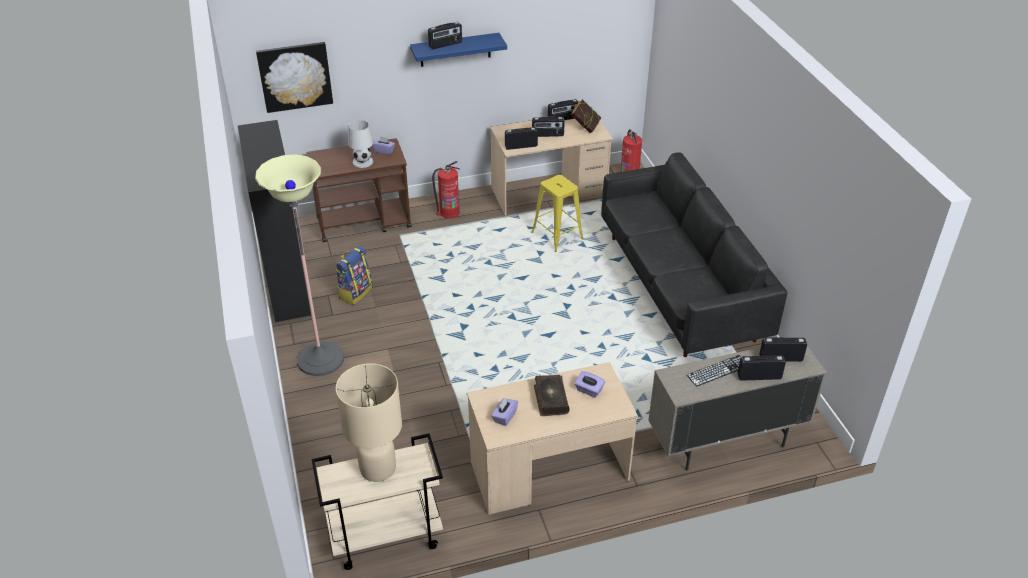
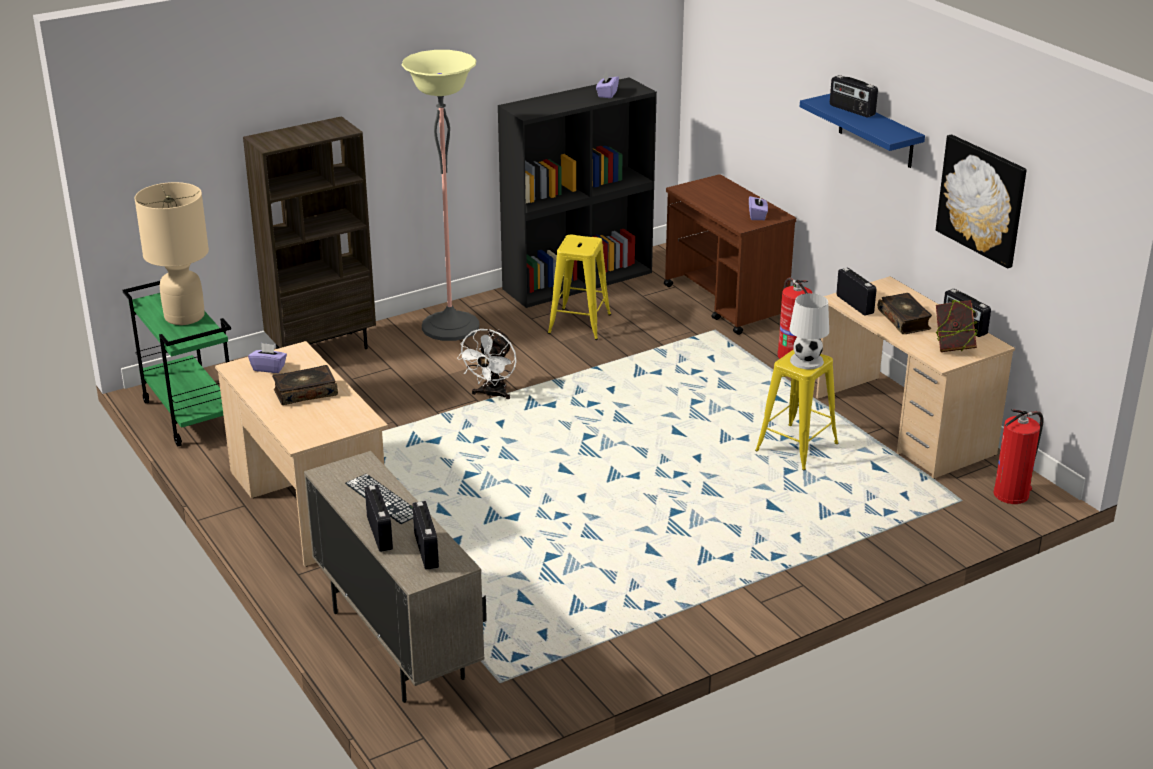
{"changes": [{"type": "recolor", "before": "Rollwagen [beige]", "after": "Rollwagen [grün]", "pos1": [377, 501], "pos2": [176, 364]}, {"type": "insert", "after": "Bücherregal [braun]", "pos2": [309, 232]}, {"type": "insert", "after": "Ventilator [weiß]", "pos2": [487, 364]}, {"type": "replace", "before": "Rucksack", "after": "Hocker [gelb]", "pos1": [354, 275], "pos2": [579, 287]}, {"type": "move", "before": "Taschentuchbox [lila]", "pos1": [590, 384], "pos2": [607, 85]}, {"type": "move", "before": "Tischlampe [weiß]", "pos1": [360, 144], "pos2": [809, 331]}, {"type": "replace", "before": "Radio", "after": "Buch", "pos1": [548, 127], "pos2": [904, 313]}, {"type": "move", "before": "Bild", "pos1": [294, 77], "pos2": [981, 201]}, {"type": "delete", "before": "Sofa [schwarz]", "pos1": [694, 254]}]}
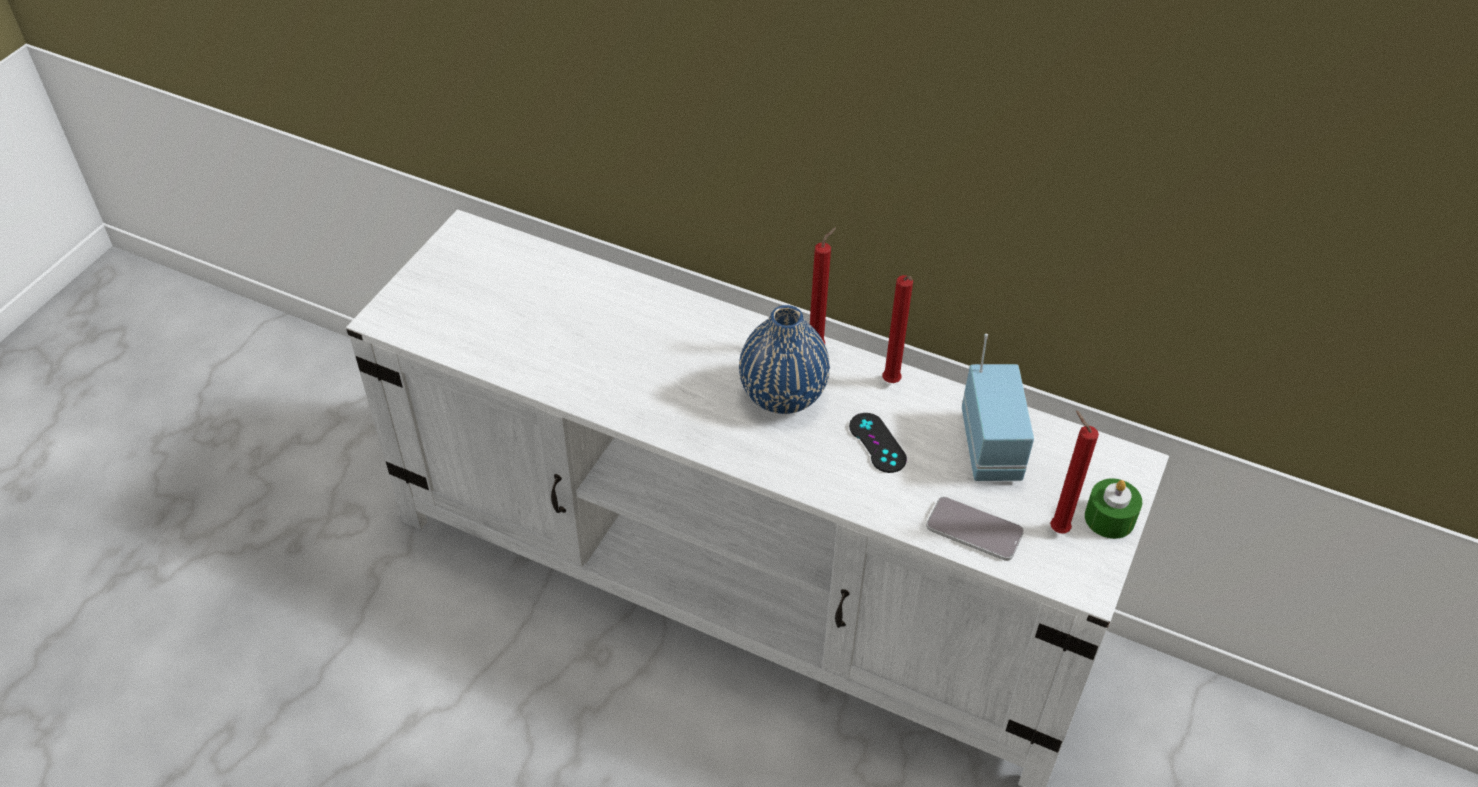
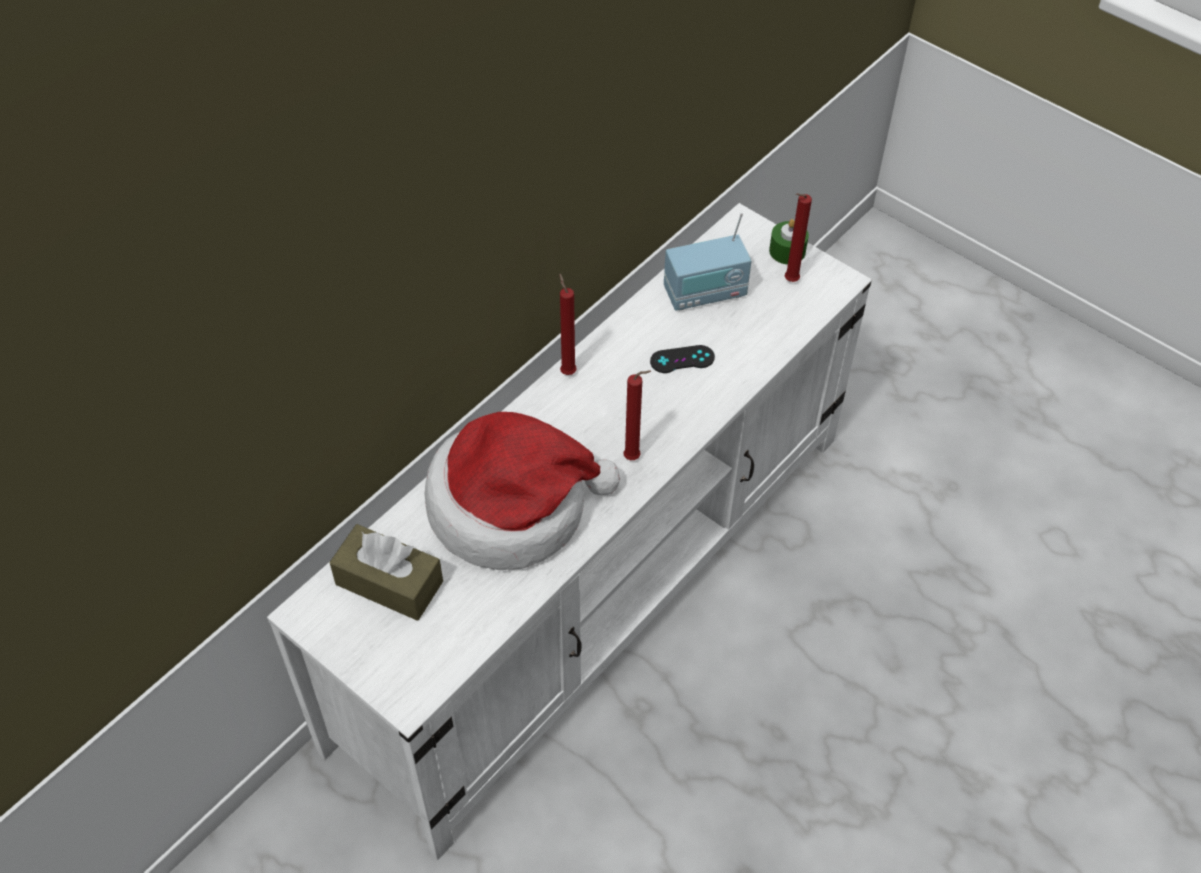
{"changes": [{"type": "insert", "after": "Taschentuchbox [braun]", "pos2": [386, 572]}, {"type": "insert", "after": "Hut", "pos2": [522, 491]}, {"type": "move", "before": "Kerze [rot]", "pos1": [897, 329], "pos2": [637, 415]}, {"type": "rotate", "before": "Radio", "pos1": [998, 407], "pos2": [707, 262], "turn": 150}, {"type": "delete", "before": "Vase [blau]", "pos1": [784, 359]}, {"type": "delete", "before": "Handy", "pos1": [975, 528]}]}
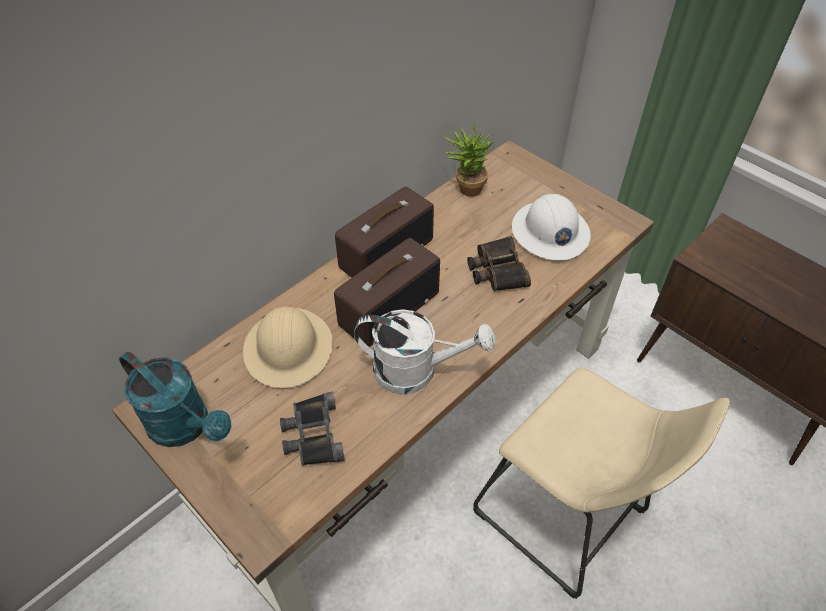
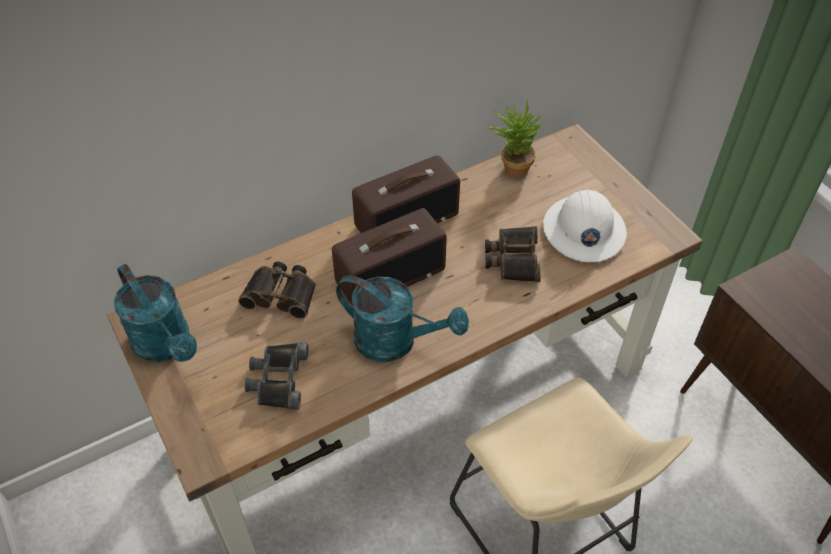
{"changes": [{"type": "replace", "before": "Schutzhelm [beige]", "after": "Fernglas", "pos1": [288, 347], "pos2": [277, 290]}, {"type": "recolor", "before": "Gießkanne [weiß]", "after": "Gießkanne [türkis]", "pos1": [424, 352], "pos2": [402, 318]}]}
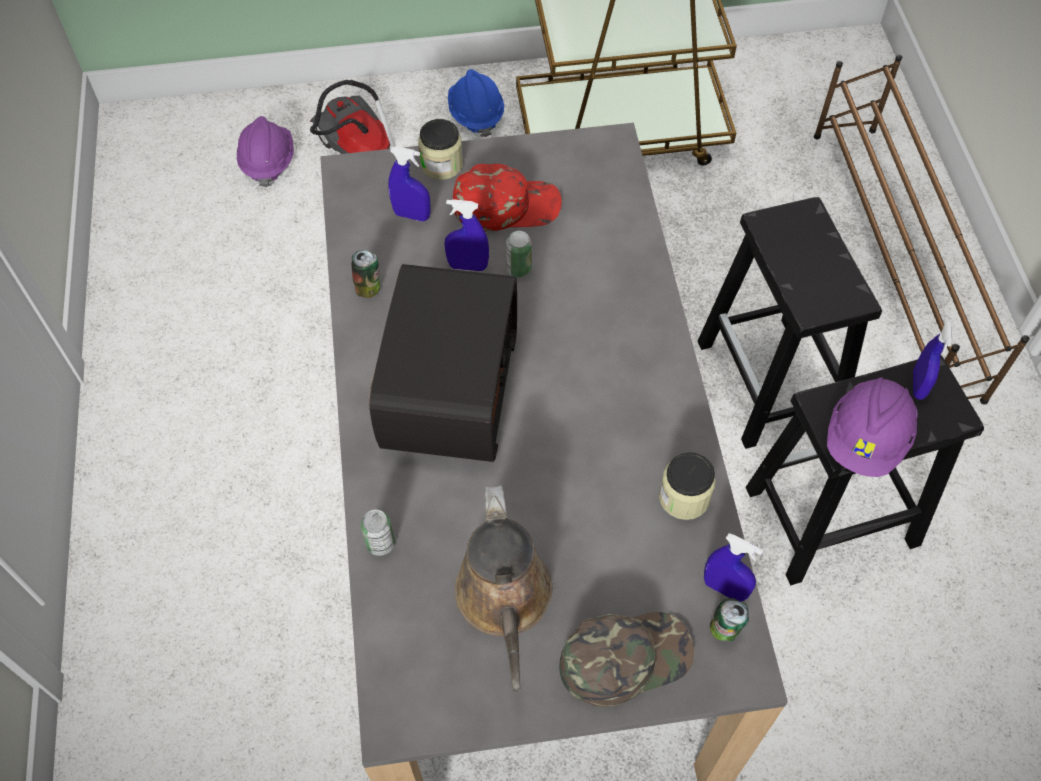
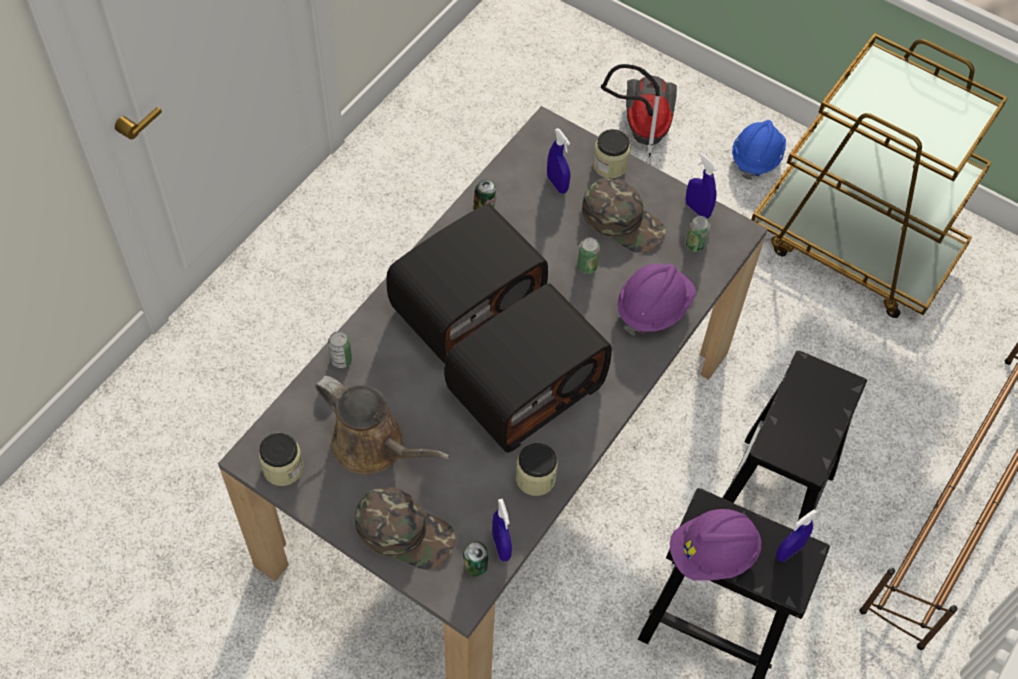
{"changes": [{"type": "insert", "after": "Vorratsglas", "pos2": [281, 459]}, {"type": "rotate", "before": "Gießkanne [braun]", "pos1": [503, 588], "pos2": [382, 425], "turn": -90}, {"type": "insert", "after": "Radio", "pos2": [528, 368]}, {"type": "recolor", "before": "Kappe [rot]", "after": "Kappe [grün]", "pos1": [507, 197], "pos2": [624, 215]}, {"type": "move", "before": "Schutzhelm [lila]", "pos1": [265, 151], "pos2": [656, 300]}, {"type": "move", "before": "Sprühflasche [blau]", "pos1": [466, 235], "pos2": [702, 185]}, {"type": "insert", "after": "Dose", "pos2": [698, 234]}]}
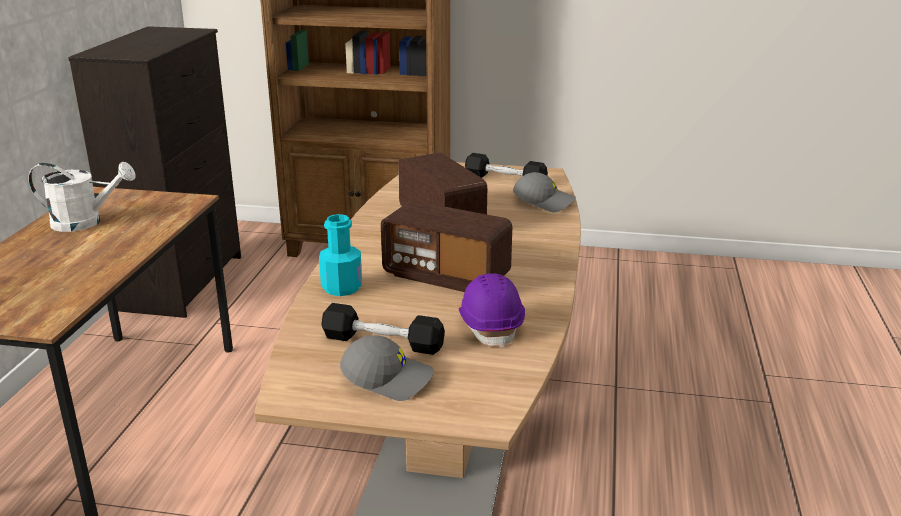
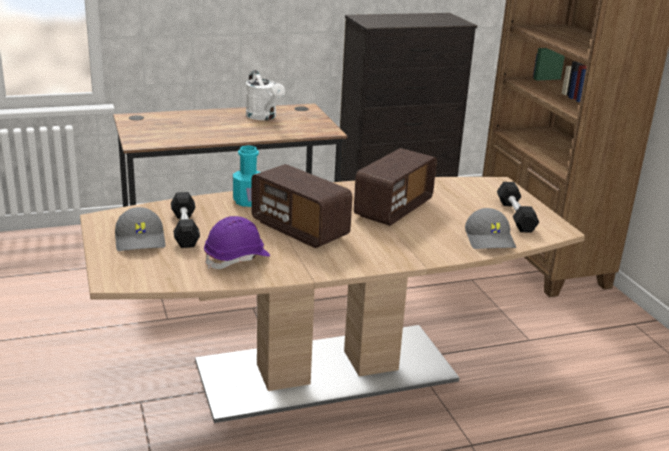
{"changes": [{"type": "rotate", "before": "Radio", "pos1": [446, 246], "pos2": [302, 206], "turn": -45}]}
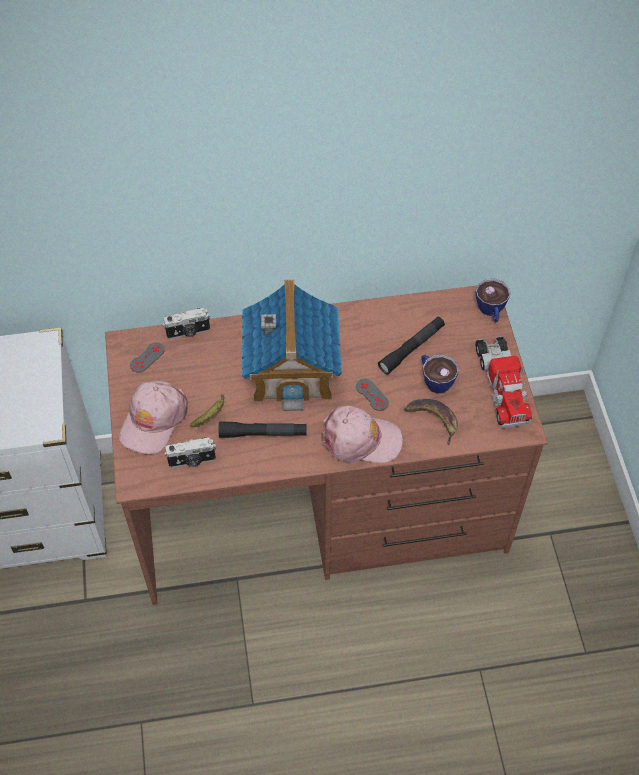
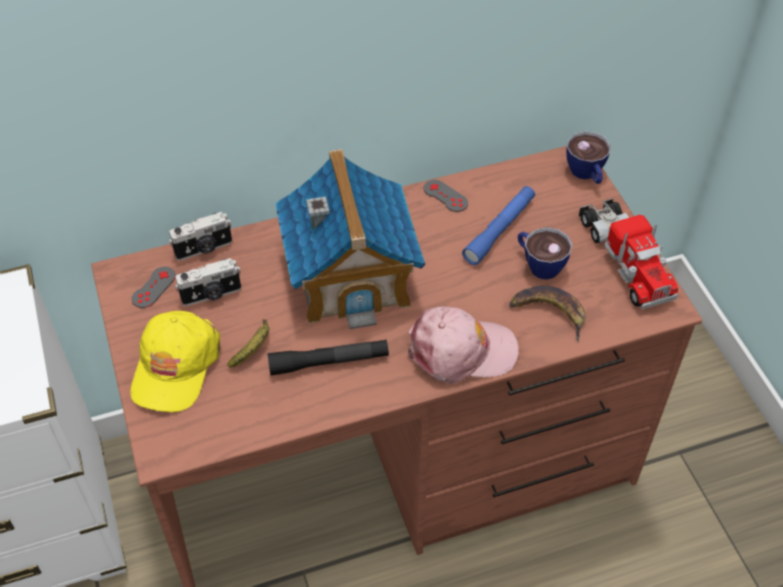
{"changes": [{"type": "recolor", "before": "Kappe [rosa]", "after": "Kappe [gelb]", "pos1": [153, 417], "pos2": [176, 361]}, {"type": "move", "before": "Kamera", "pos1": [190, 452], "pos2": [208, 282]}, {"type": "move", "before": "Gamepad [grau]", "pos1": [372, 395], "pos2": [446, 196]}, {"type": "recolor", "before": "Taschenlampe [schwarz]", "after": "Taschenlampe [blau]", "pos1": [411, 345], "pos2": [498, 225]}]}
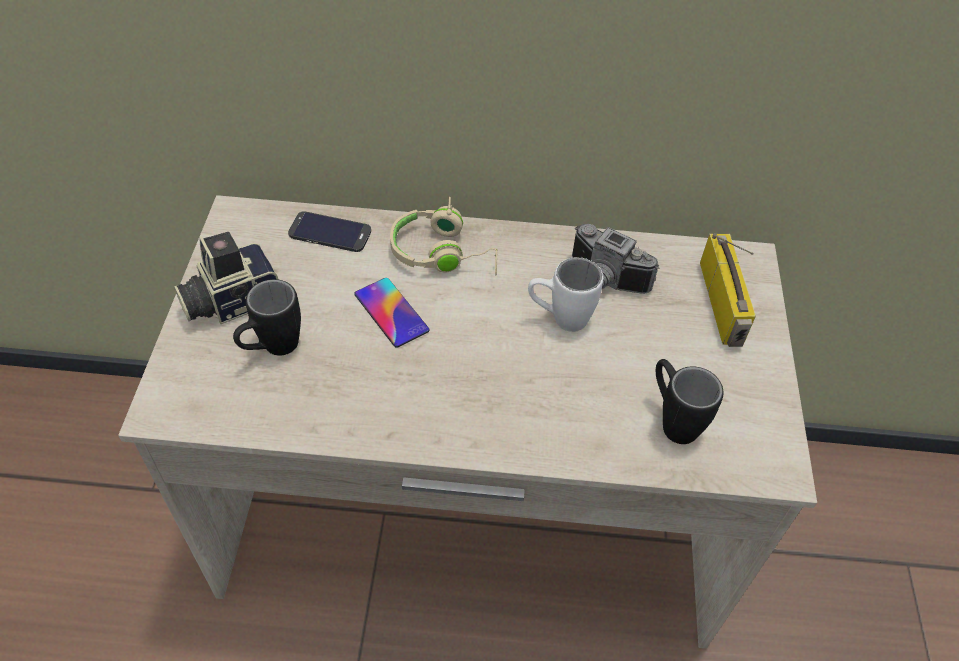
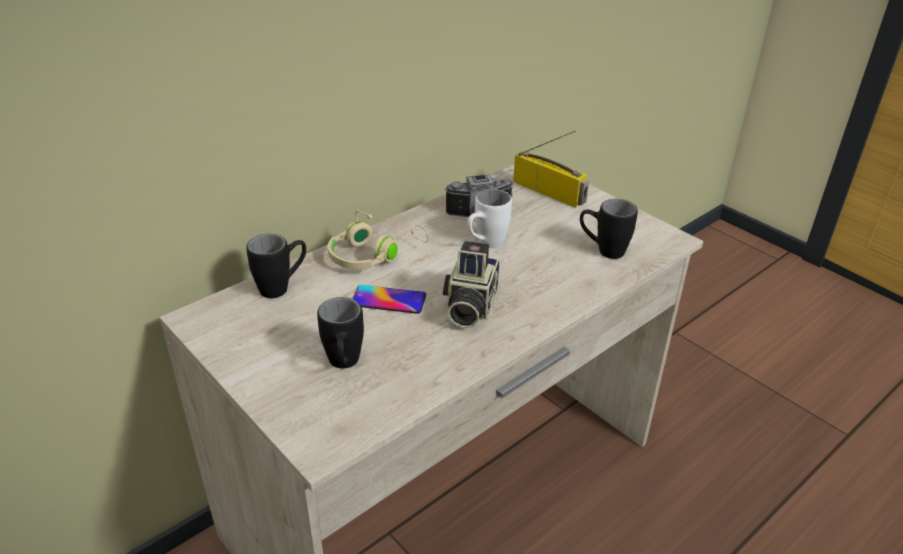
{"changes": [{"type": "replace", "before": "Handy", "after": "Henkelbecher [schwarz]", "pos1": [330, 231], "pos2": [276, 266]}, {"type": "move", "before": "Kamera", "pos1": [226, 278], "pos2": [471, 284]}]}
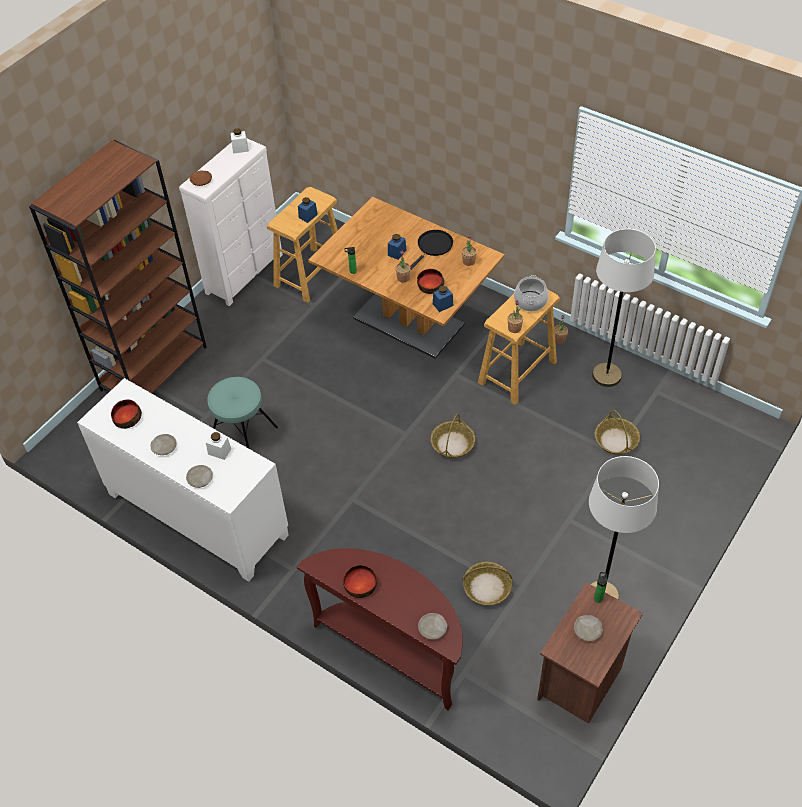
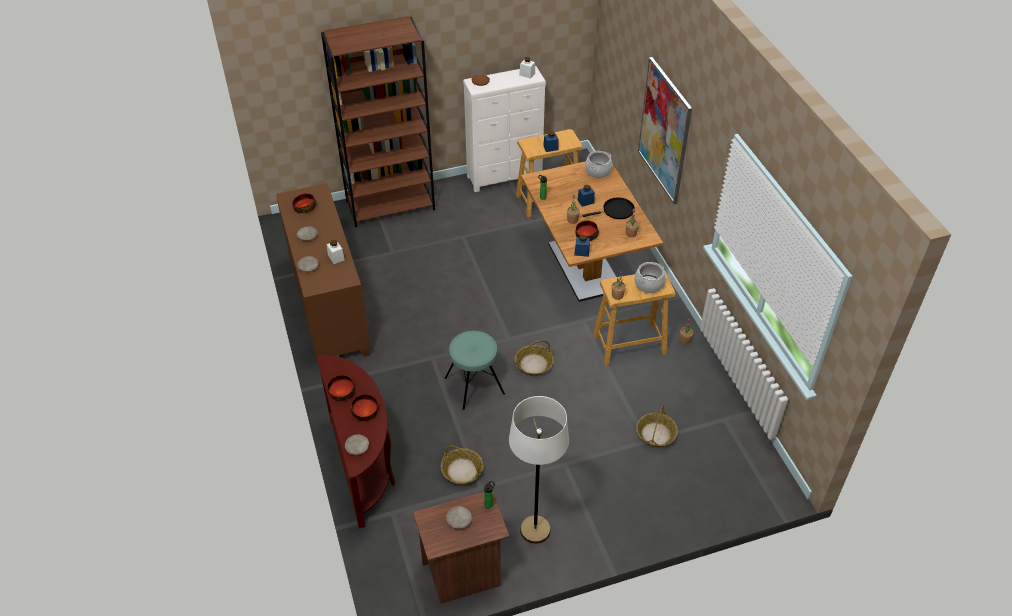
{"changes": [{"type": "recolor", "before": "Schrank [weiß]", "after": "Schrank [braun]", "pos1": [183, 480], "pos2": [323, 274]}, {"type": "insert", "after": "Schüssel", "pos2": [365, 407]}, {"type": "move", "before": "Hocker [türkis]", "pos1": [242, 412], "pos2": [475, 370]}, {"type": "insert", "after": "Kochtopf", "pos2": [599, 164]}, {"type": "insert", "after": "Bild", "pos2": [665, 130]}, {"type": "delete", "before": "Stehlampe [weiß]", "pos1": [624, 308]}]}
